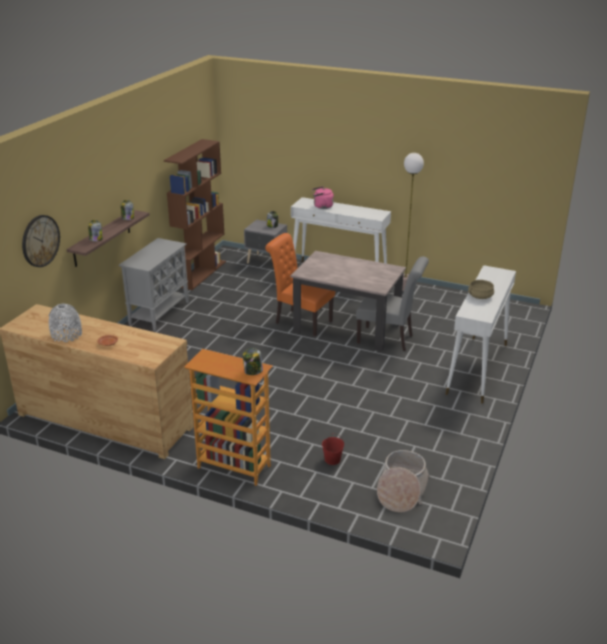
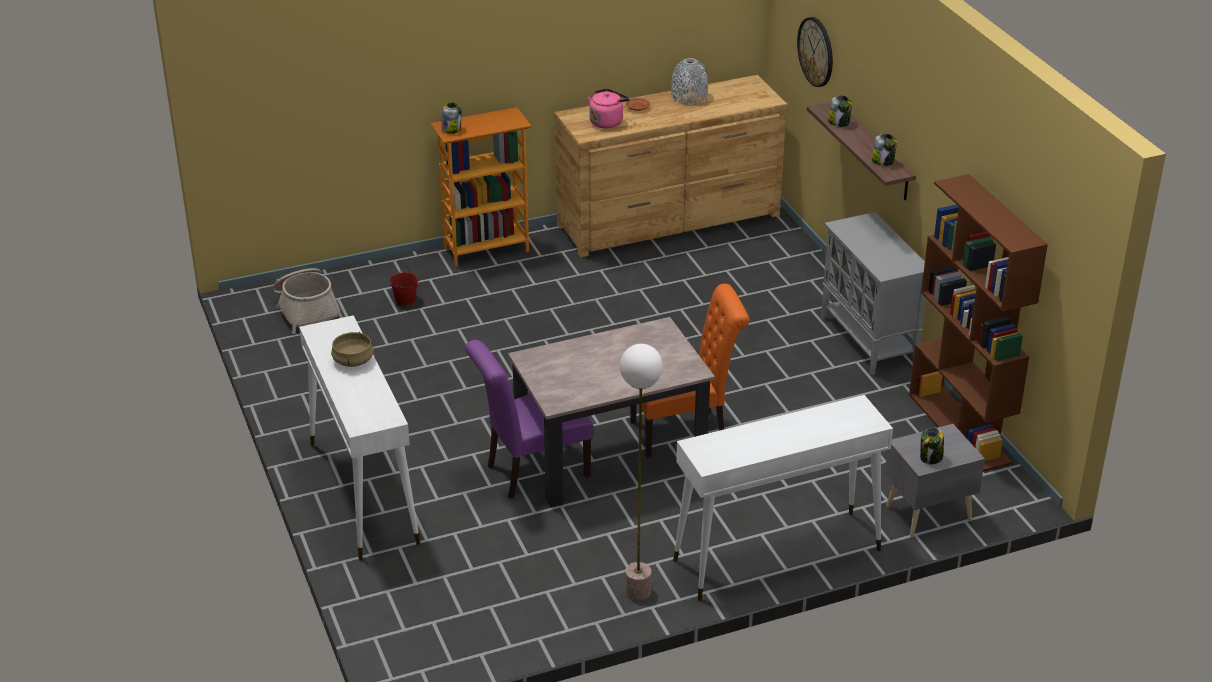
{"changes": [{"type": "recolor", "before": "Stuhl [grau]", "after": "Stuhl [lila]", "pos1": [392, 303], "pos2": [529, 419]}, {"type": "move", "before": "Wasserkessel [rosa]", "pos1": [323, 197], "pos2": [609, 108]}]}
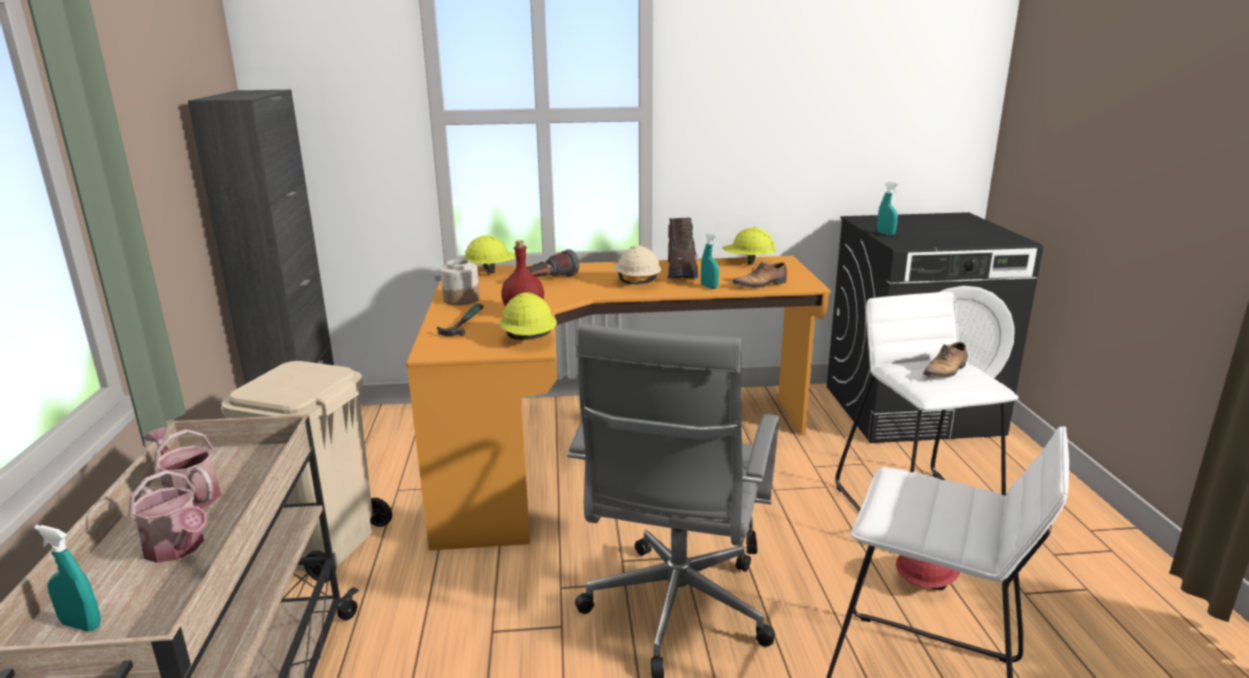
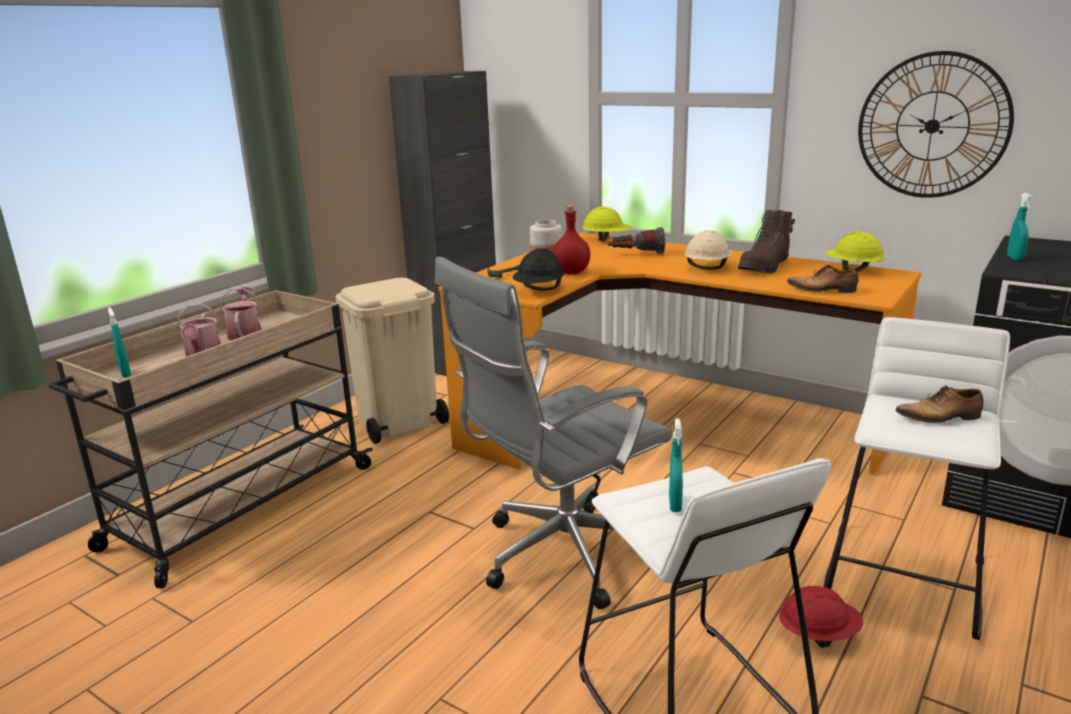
{"changes": [{"type": "recolor", "before": "Schutzhelm [gelb]", "after": "Schutzhelm [schwarz]", "pos1": [528, 316], "pos2": [539, 269]}, {"type": "move", "before": "Sprühflasche [türkis]", "pos1": [710, 260], "pos2": [676, 465]}, {"type": "insert", "after": "Wanduhr", "pos2": [936, 124]}]}
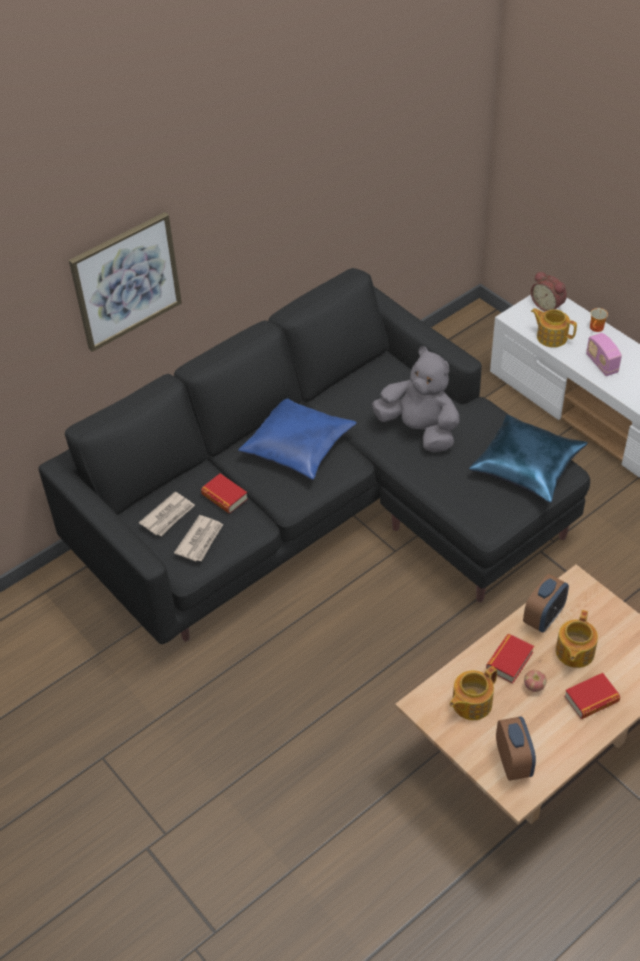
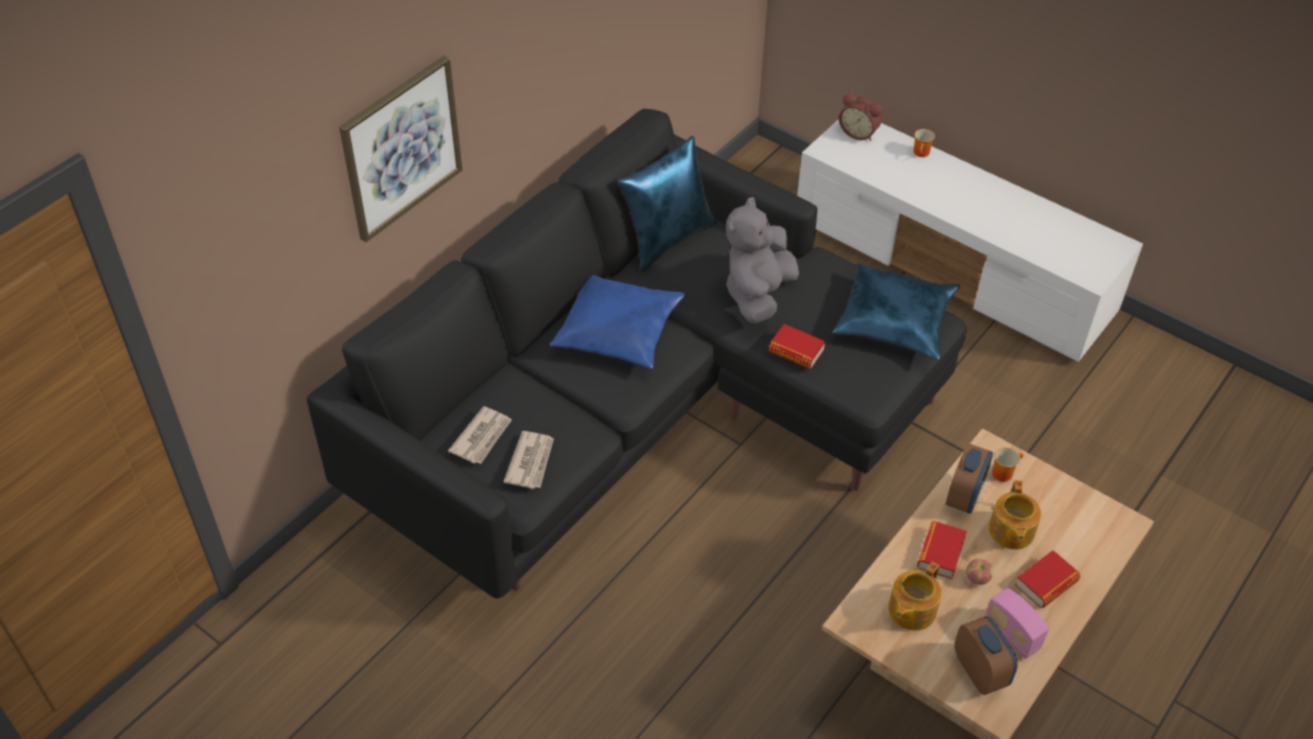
{"changes": [{"type": "insert", "after": "Kissen [blau]", "pos2": [667, 204]}, {"type": "rotate", "before": "Plüschtier [grau]", "pos1": [416, 399], "pos2": [762, 260], "turn": -90}, {"type": "move", "before": "Buch", "pos1": [224, 493], "pos2": [796, 346]}, {"type": "move", "before": "Radio", "pos1": [604, 354], "pos2": [1017, 623]}, {"type": "insert", "after": "Henkelbecher", "pos2": [1007, 464]}, {"type": "delete", "before": "Teekanne", "pos1": [554, 327]}]}
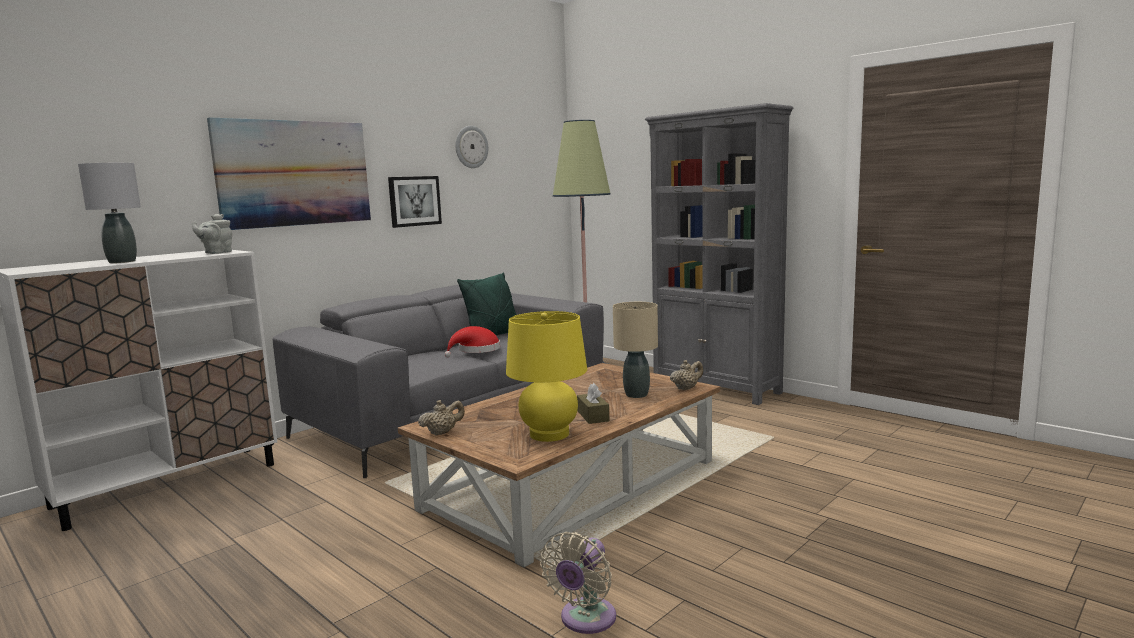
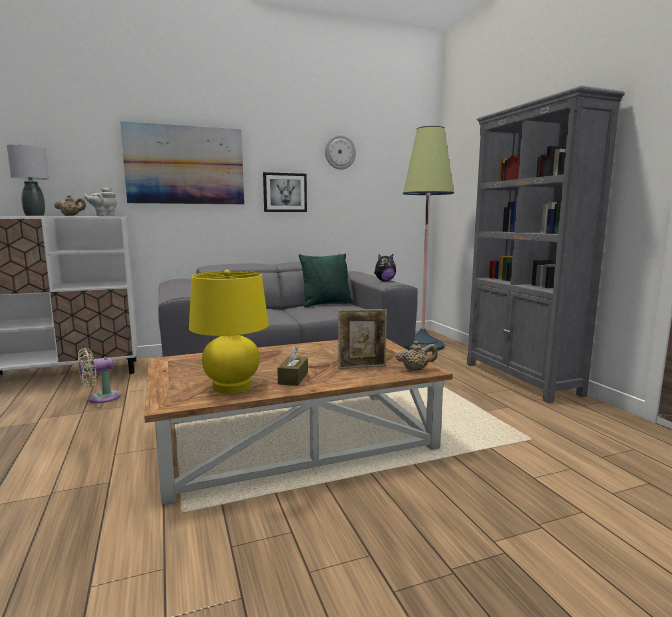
{"changes": [{"type": "move", "before": "Teekanne [beige]", "pos1": [441, 417], "pos2": [70, 205]}, {"type": "move", "before": "Ventilator [beige]", "pos1": [578, 583], "pos2": [99, 375]}, {"type": "replace", "before": "Tischlampe [beige]", "after": "Bilderrahmen", "pos1": [635, 350], "pos2": [362, 339]}, {"type": "insert", "after": "Plüschtier", "pos2": [385, 267]}, {"type": "delete", "before": "Hut [rot]", "pos1": [472, 341]}]}
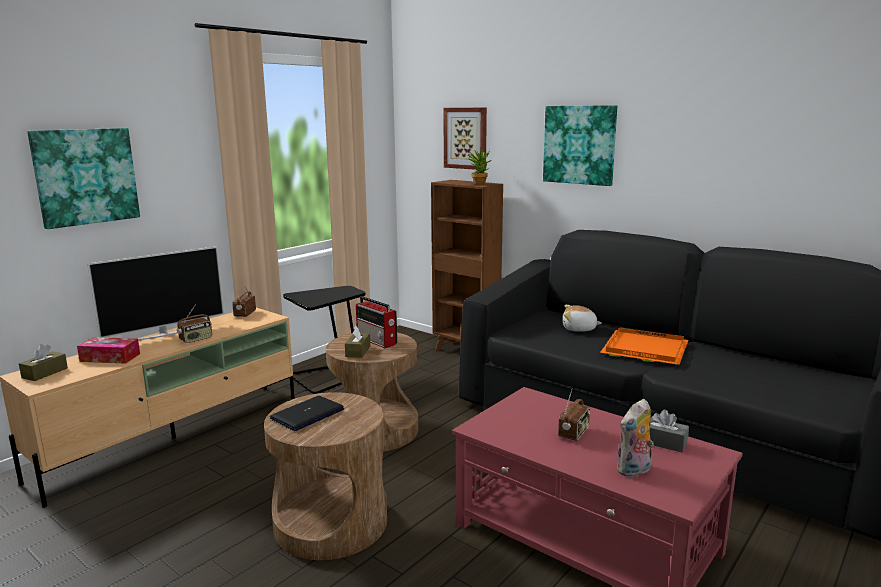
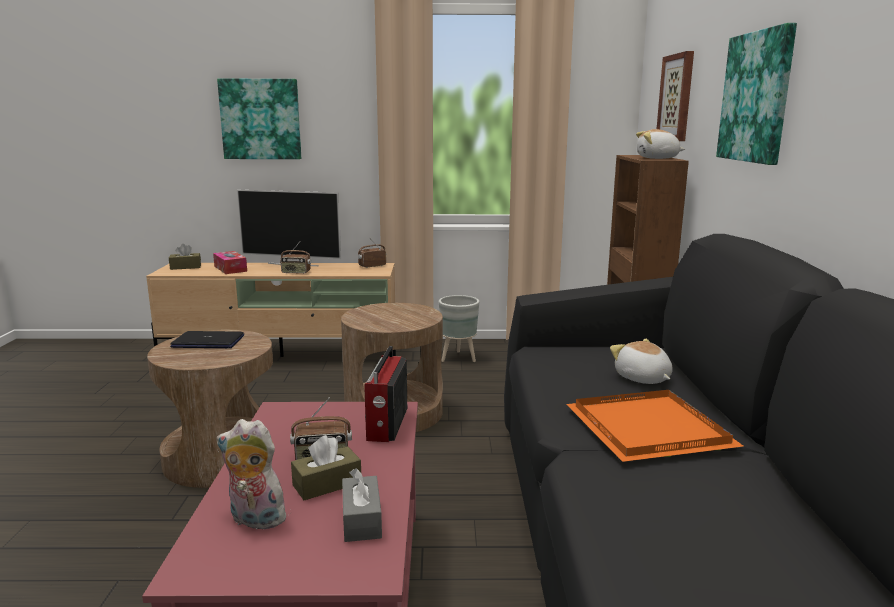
{"changes": [{"type": "move", "before": "Taschentuchbox [braun]", "pos1": [357, 341], "pos2": [326, 467]}, {"type": "move", "before": "Radio", "pos1": [376, 322], "pos2": [385, 394]}, {"type": "replace", "before": "Beistelltisch [schwarz]", "after": "Pflanzkübel [grau]", "pos1": [324, 340], "pos2": [459, 328]}, {"type": "replace", "before": "Topfpflanze", "after": "Plüschtier", "pos1": [479, 167], "pos2": [660, 144]}]}
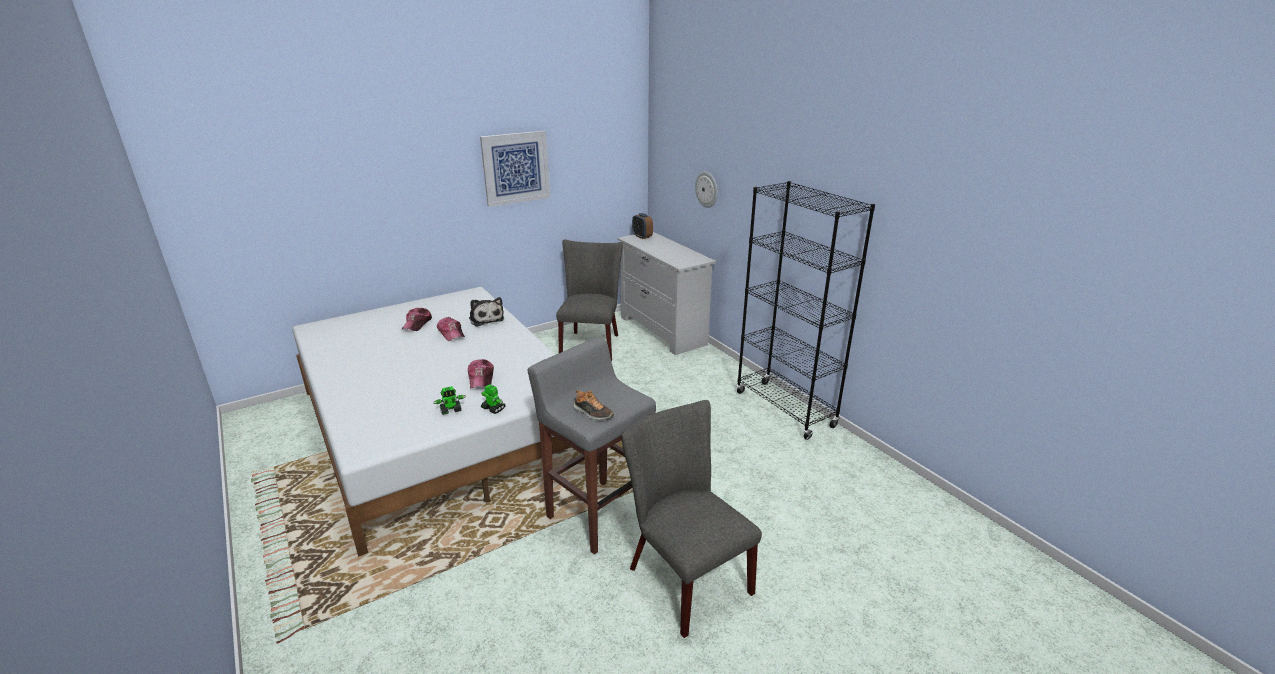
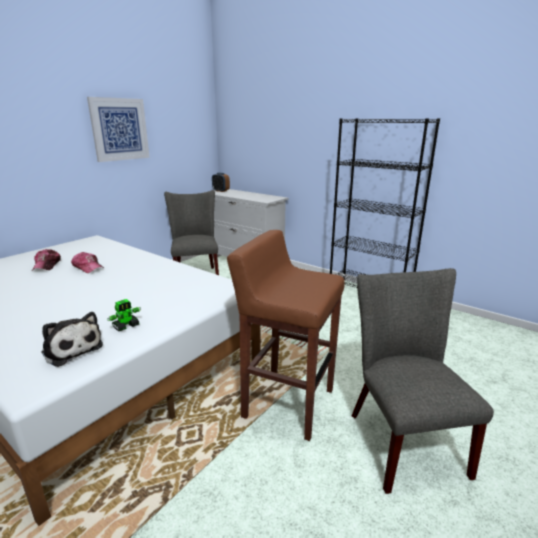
{"changes": [{"type": "move", "before": "Plüschtier", "pos1": [486, 312], "pos2": [72, 339]}, {"type": "recolor", "before": "Hocker [grau]", "after": "Hocker [braun]", "pos1": [591, 446], "pos2": [286, 335]}, {"type": "rotate", "before": "Stuhl [grau]", "pos1": [691, 519], "pos2": [423, 381], "turn": 45}, {"type": "delete", "before": "Kappe", "pos1": [481, 374]}, {"type": "delete", "before": "Spielzeugroboter", "pos1": [493, 399]}, {"type": "delete", "before": "Schuh", "pos1": [593, 405]}, {"type": "delete", "before": "Wanduhr", "pos1": [706, 189]}]}
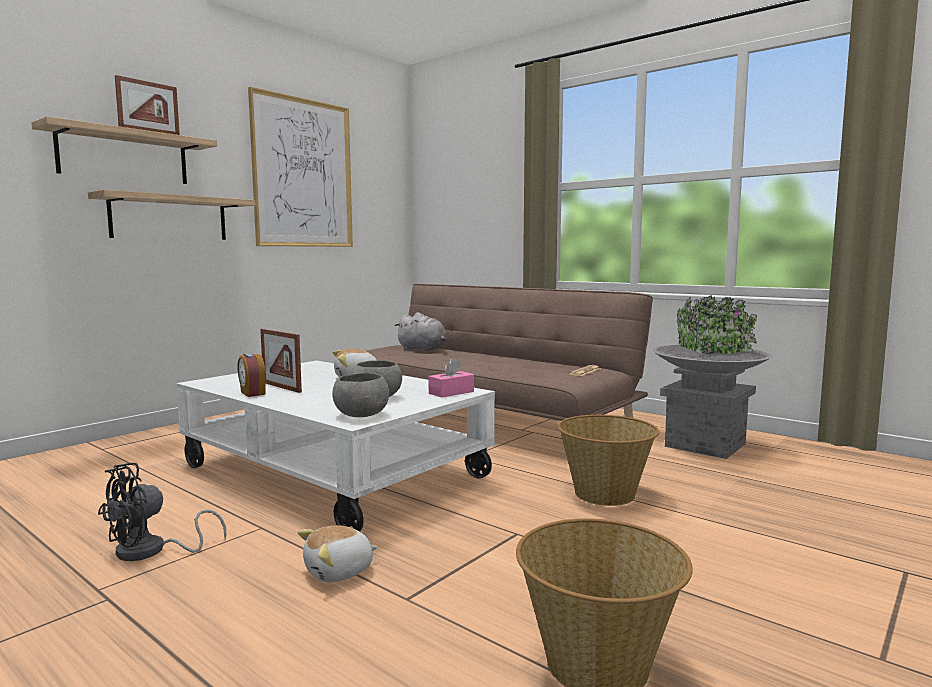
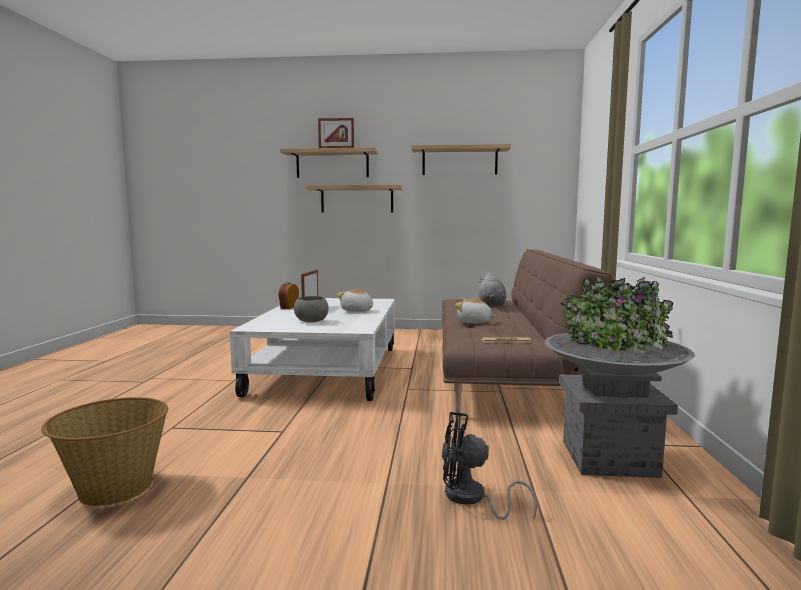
{"changes": [{"type": "replace", "before": "Bild", "after": "Wandregal", "pos1": [300, 167], "pos2": [461, 159]}, {"type": "move", "before": "Ventilator [schwarz]", "pos1": [162, 512], "pos2": [489, 466]}, {"type": "move", "before": "Plüschtier", "pos1": [338, 553], "pos2": [475, 311]}, {"type": "delete", "before": "Schüssel [grau]", "pos1": [360, 395]}, {"type": "delete", "before": "Taschentuchbox [rosa]", "pos1": [451, 378]}, {"type": "delete", "before": "Korb", "pos1": [609, 460]}]}
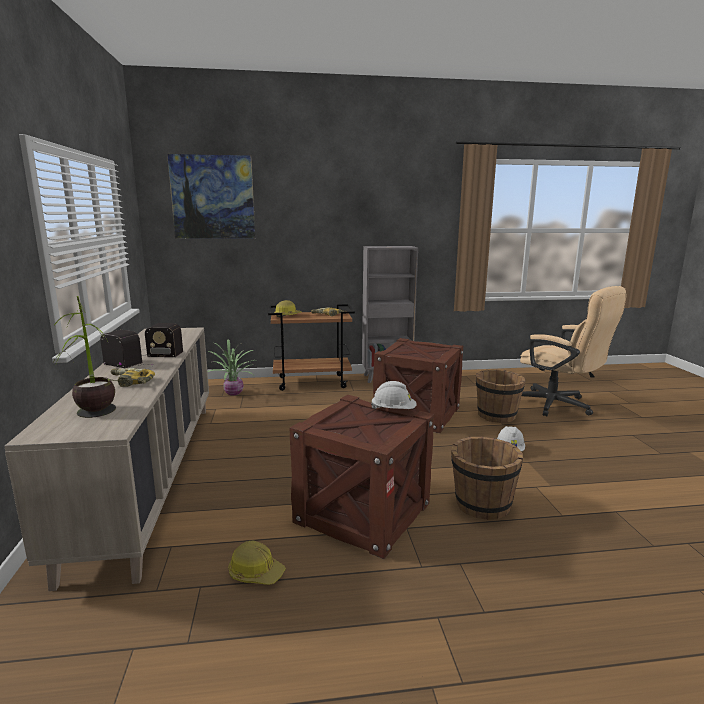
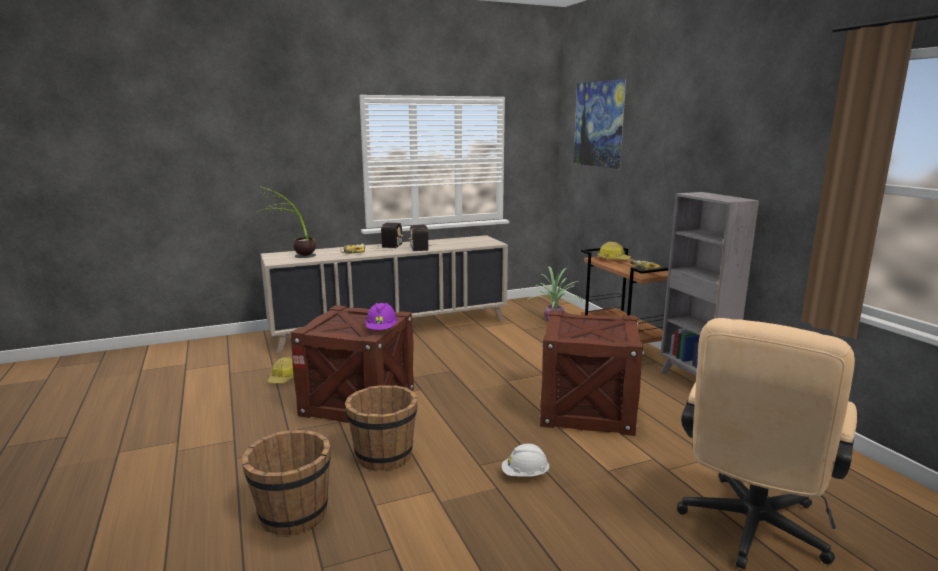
{"changes": [{"type": "move", "before": "Eimer [braun]", "pos1": [500, 396], "pos2": [286, 482]}, {"type": "recolor", "before": "Schutzhelm [weiß]", "after": "Schutzhelm [lila]", "pos1": [394, 395], "pos2": [382, 316]}]}
